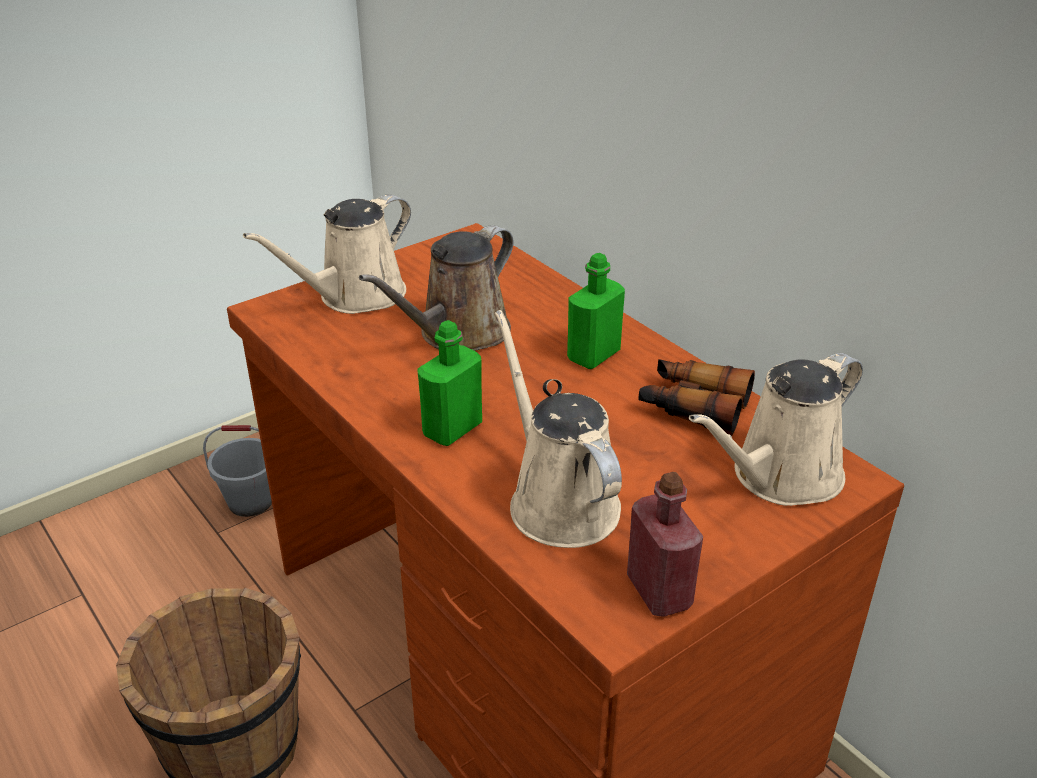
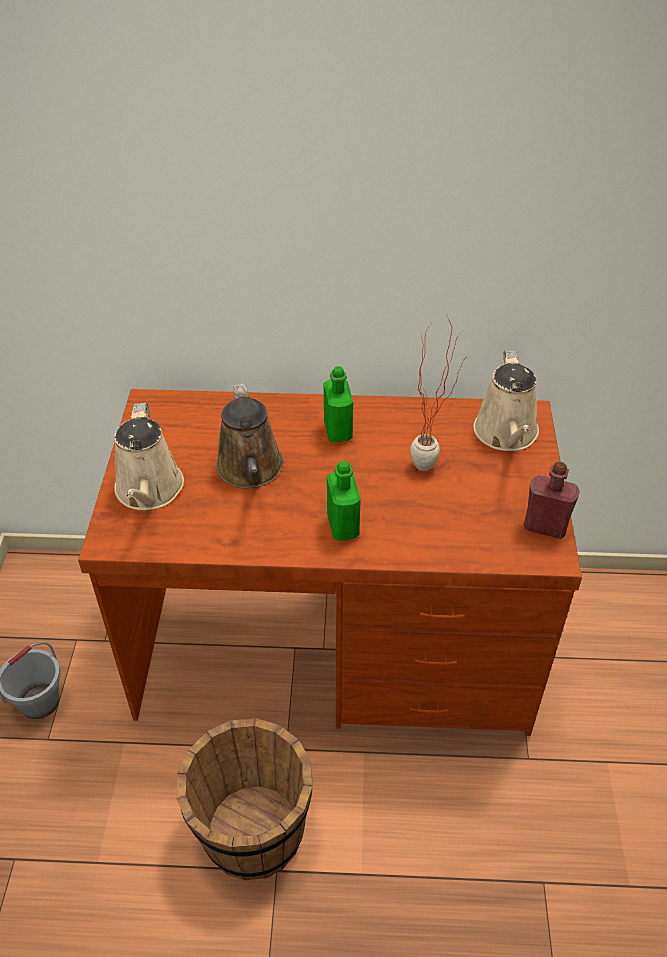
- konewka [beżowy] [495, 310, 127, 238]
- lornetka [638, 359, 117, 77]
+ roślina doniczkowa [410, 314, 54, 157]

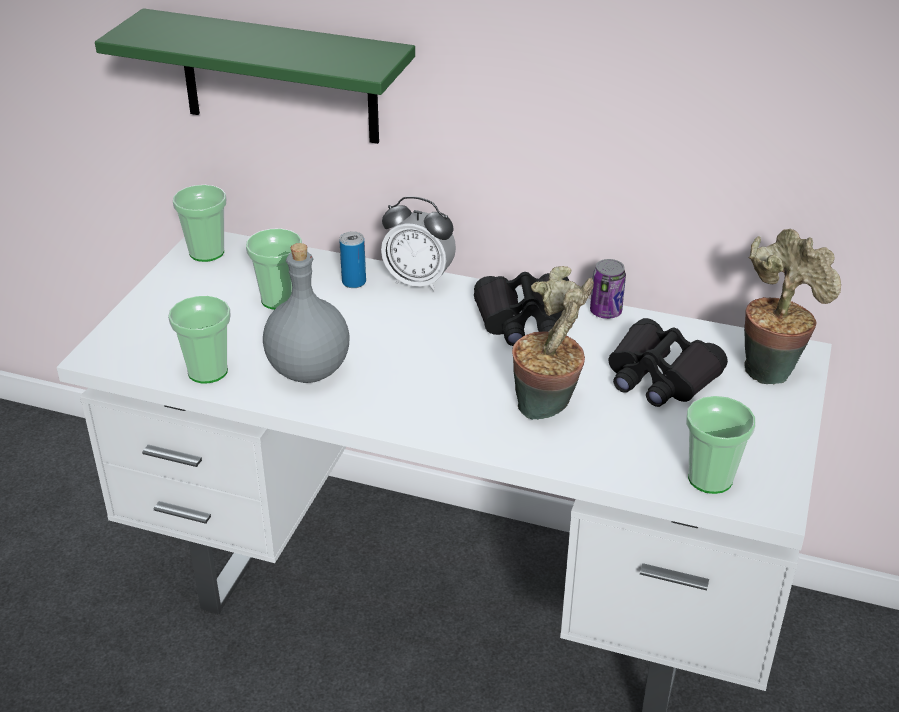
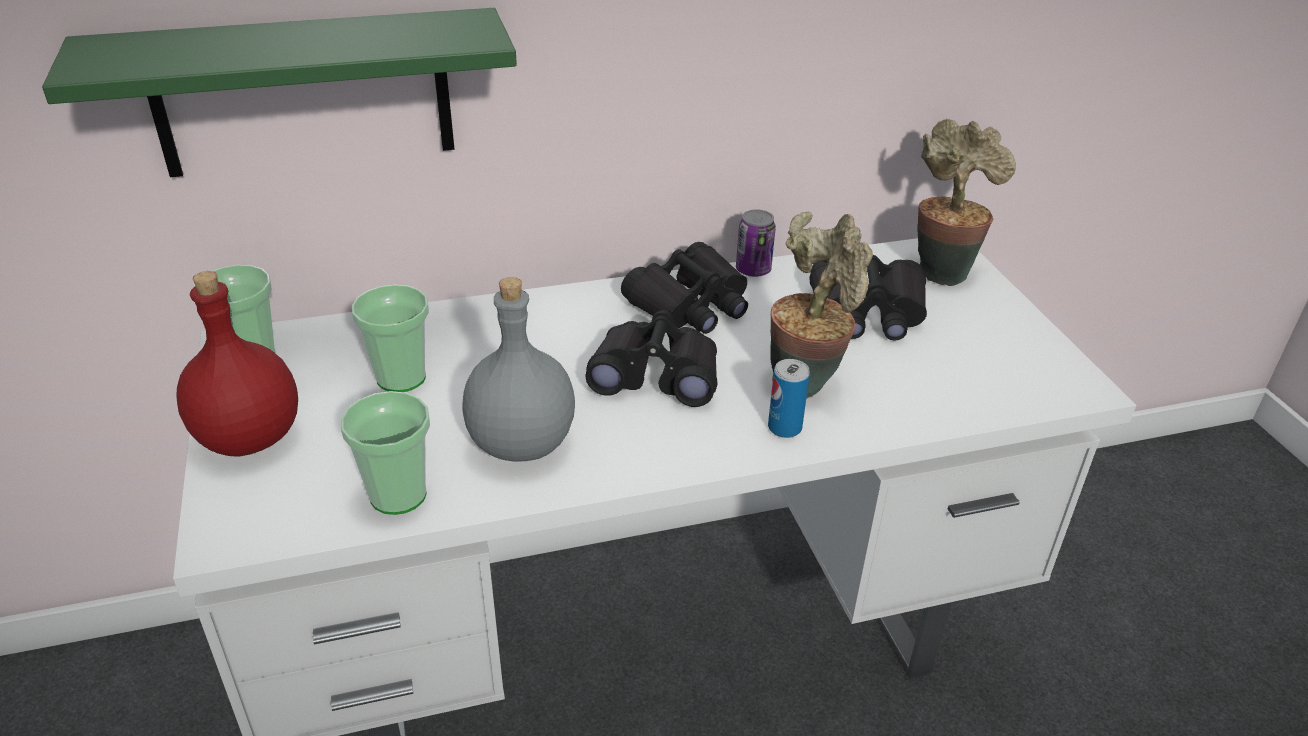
- budzik [381, 196, 75, 96]
- filiżanka [686, 396, 69, 98]
+ butelka [czerwony] [176, 271, 122, 185]
+ lornetka [czarny] [585, 310, 133, 97]
~ puszka [339, 231, 27, 57] to [768, 359, 42, 79]

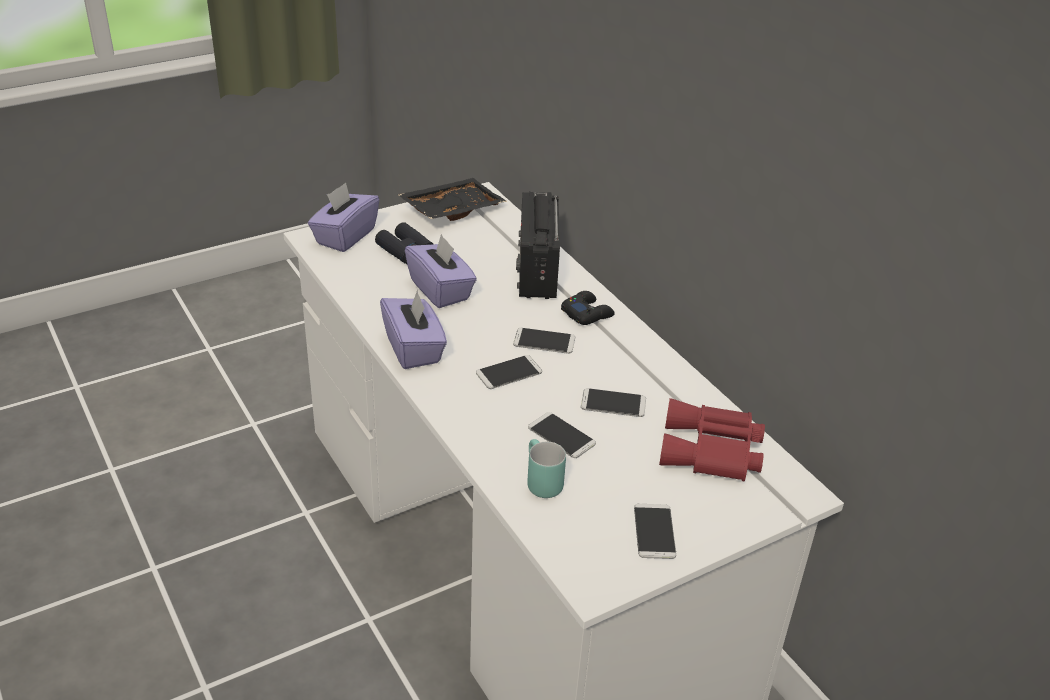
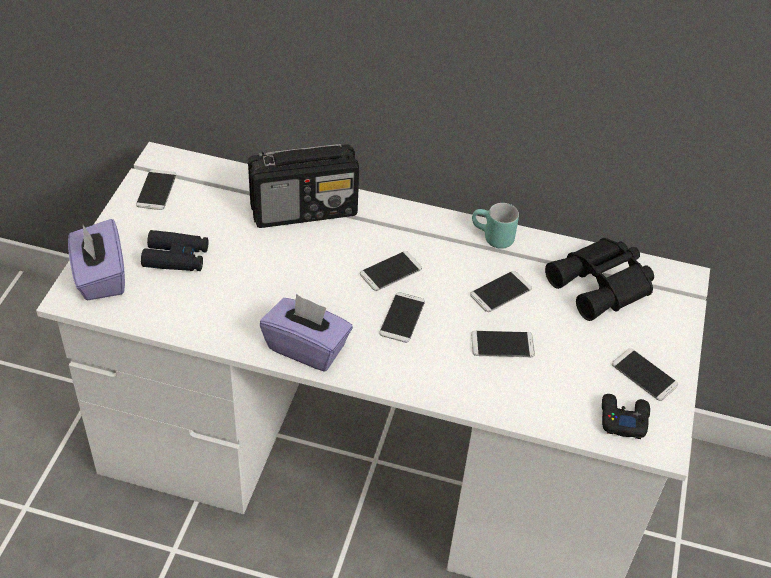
- pudełko chusteczek [fioletowy] [405, 234, 72, 74]
~ kubek [turkusowy] [527, 439, 39, 59] to [472, 203, 47, 46]
~ pad do gier [czarny] [561, 291, 54, 34] to [602, 394, 48, 45]
~ taca [czarny] [397, 178, 110, 43] to telefon [136, 169, 40, 41]
~ lornetka [czerwony] [659, 398, 106, 84] to lornetka [czarny] [545, 238, 109, 83]
~ radio [516, 191, 44, 108] = [248, 144, 111, 84] 60 degrees counterclockwise

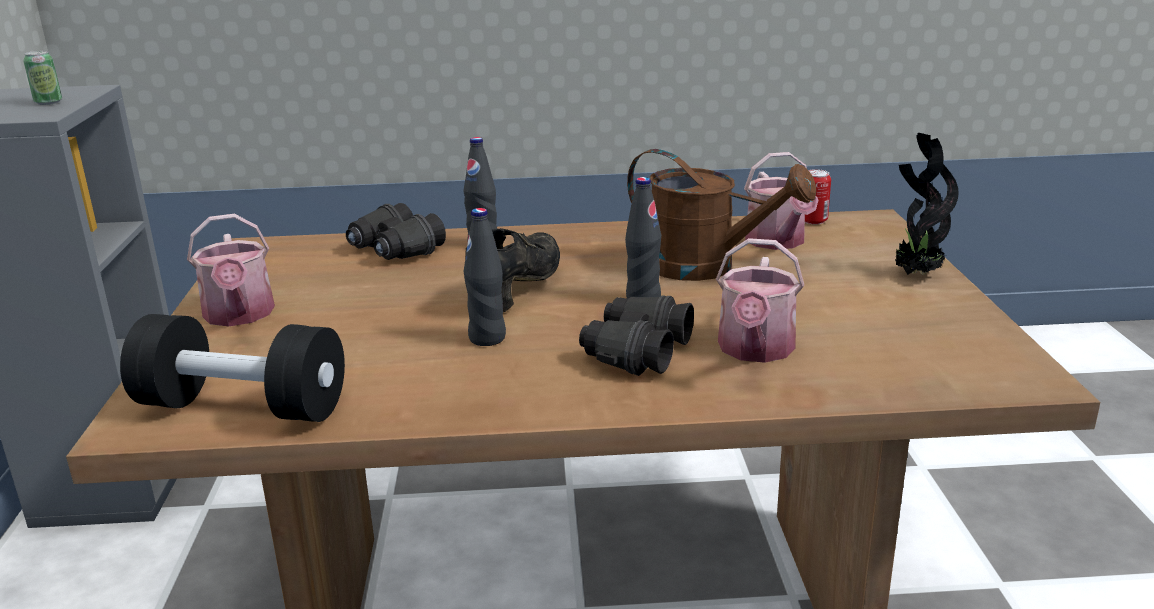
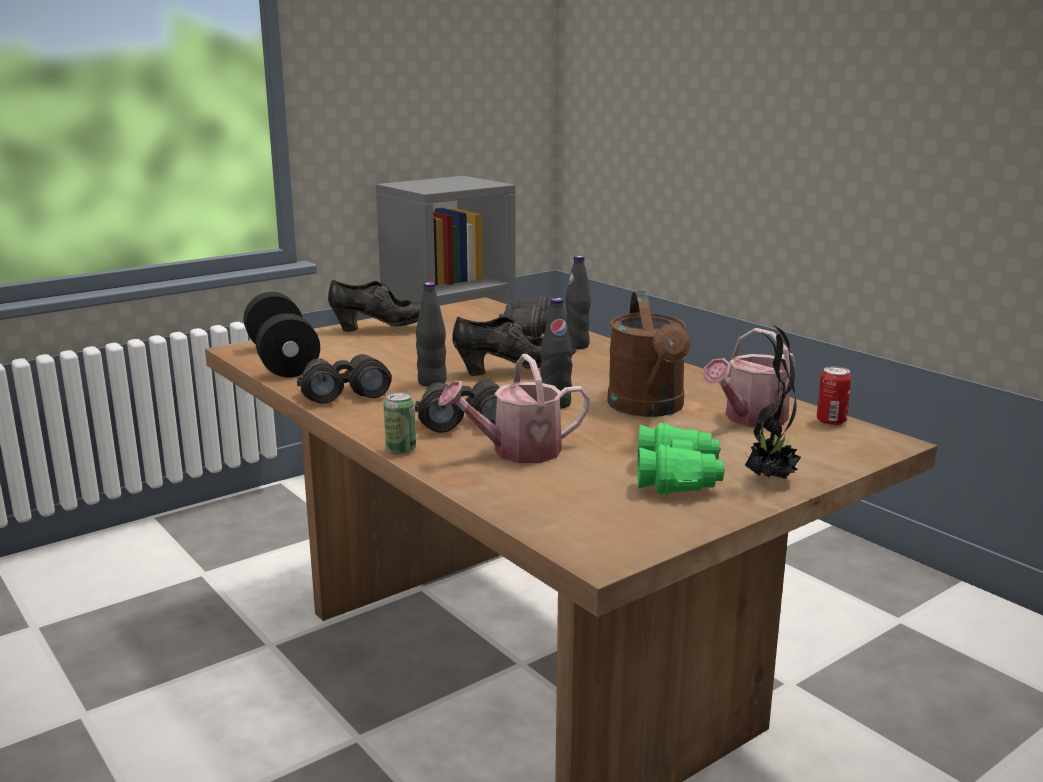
+ lornetka [czarny] [297, 354, 95, 50]
+ lornetka [zielony] [637, 423, 88, 72]
~ puszka [23, 51, 39, 54] to [383, 392, 33, 63]
~ konewka [187, 214, 88, 112] to but [czarny] [328, 280, 93, 52]

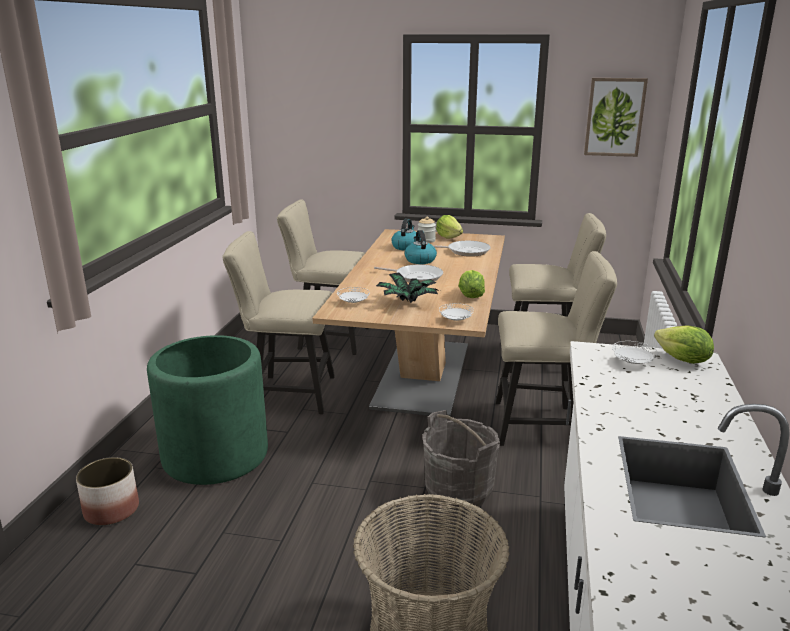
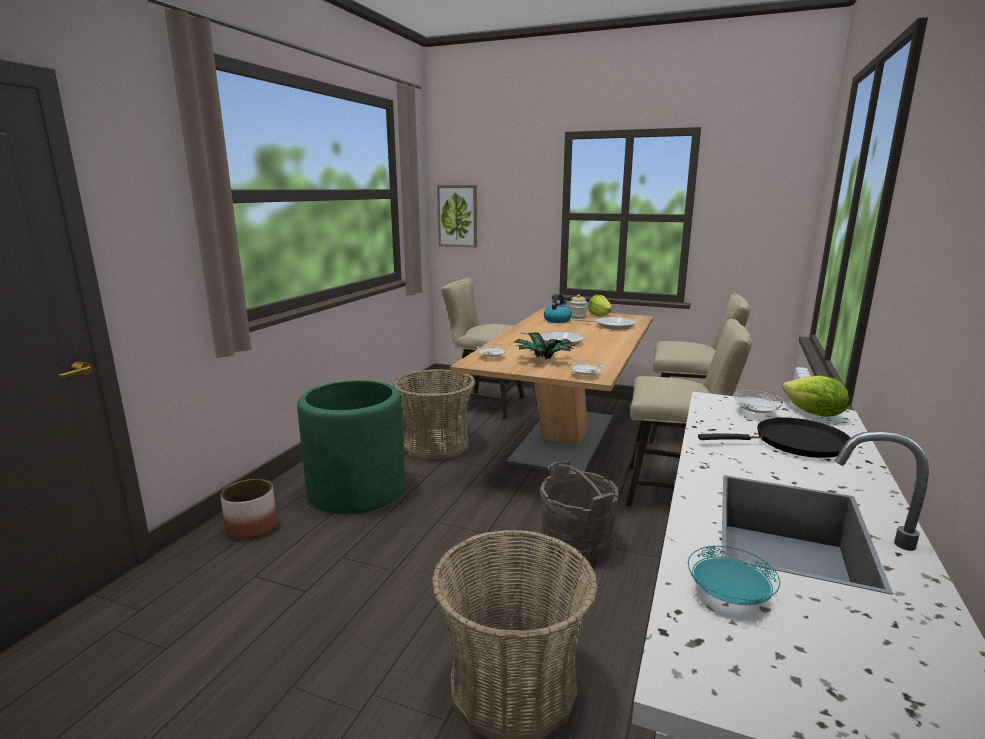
- czajnik [404, 230, 33, 34]
- sałata [459, 270, 26, 28]
+ talerz [turkusowy] [688, 546, 92, 59]
+ patelnia [czarny] [698, 418, 152, 40]
~ obraz [584, 78, 64, 79] to [437, 185, 40, 63]
~ krzesło [beżowy] [222, 231, 113, 183] to koszyk [393, 369, 83, 90]

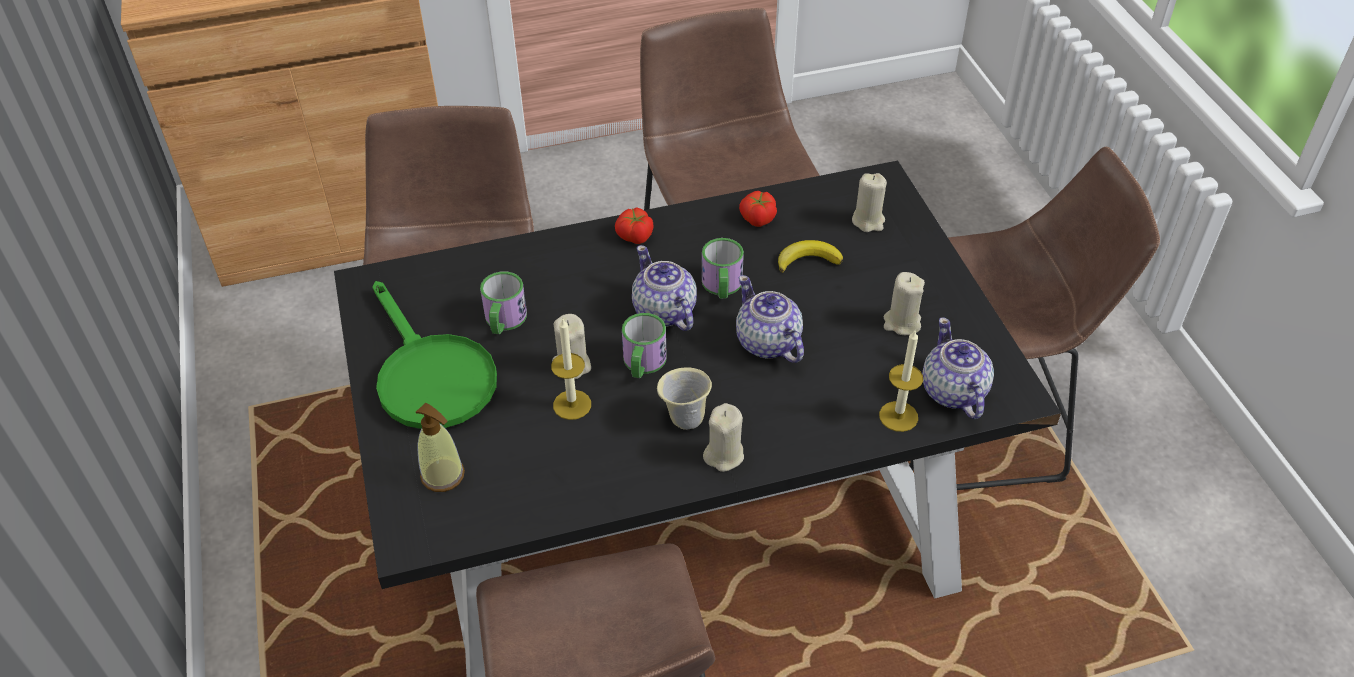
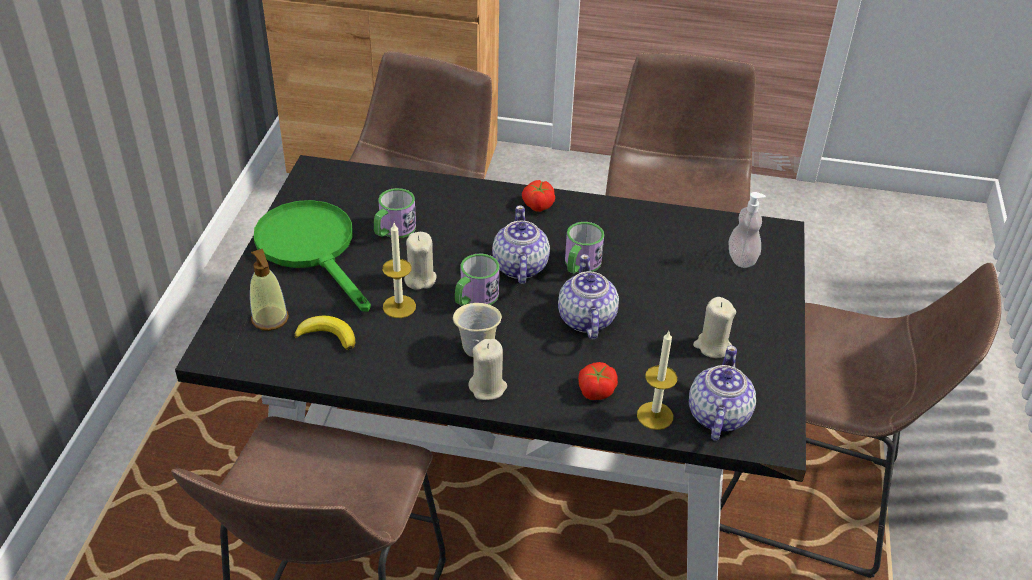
~ pomidor [739, 191, 38, 36] to [578, 362, 40, 38]
~ banan [778, 240, 65, 33] to [294, 316, 61, 34]
~ świeca [beżowy] [852, 173, 35, 59] to dozownik mydła [728, 192, 38, 76]
~ patelnia [zielony] [372, 281, 125, 148] = [254, 200, 117, 112] 150 degrees clockwise

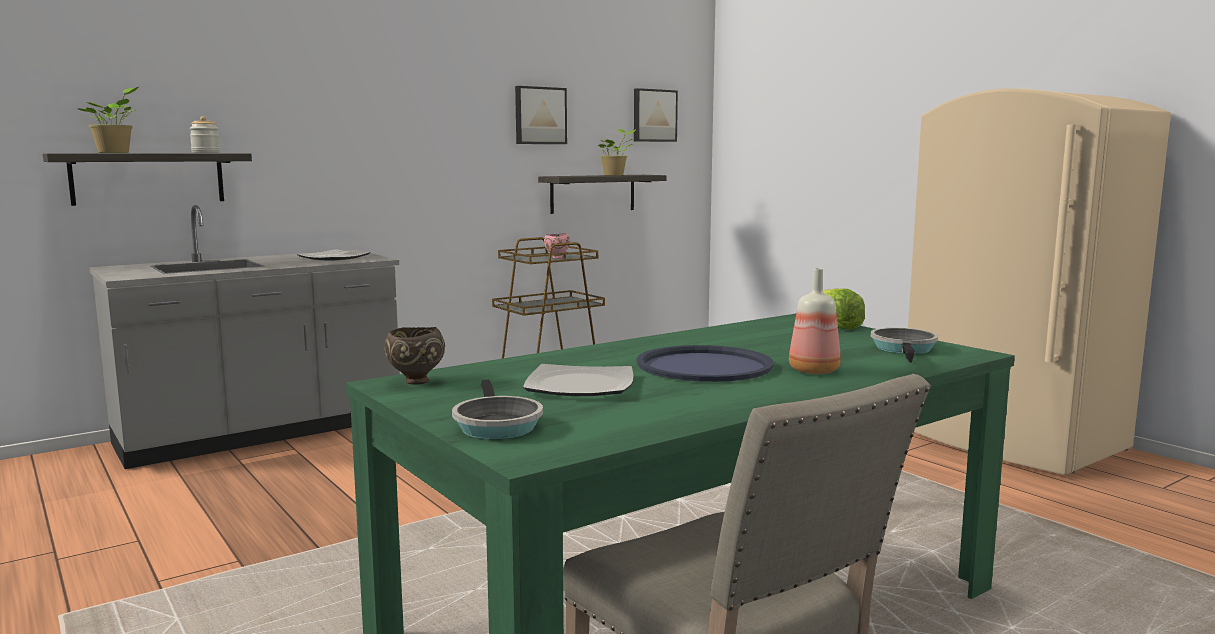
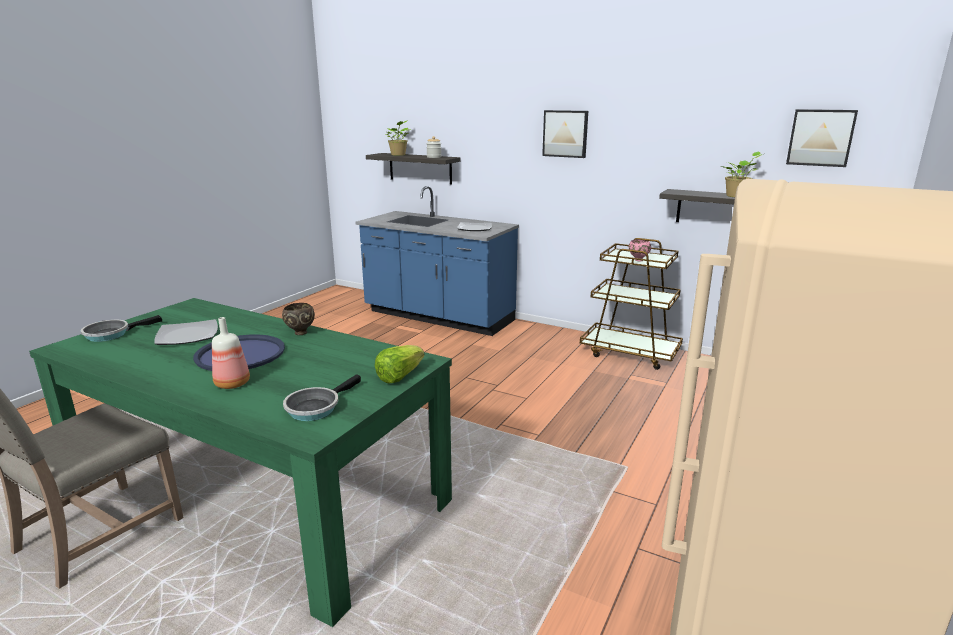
~ miska [brązowy] [384, 327, 61, 57] to [282, 303, 33, 32]
~ obraz [515, 86, 52, 58] to [542, 110, 46, 48]
~ zabudowa kuchenna [szary] [89, 205, 311, 264] to zabudowa kuchenna [niebieski] [355, 186, 164, 150]
~ patelnia [871, 328, 67, 35] = [283, 374, 78, 47] 135 degrees clockwise

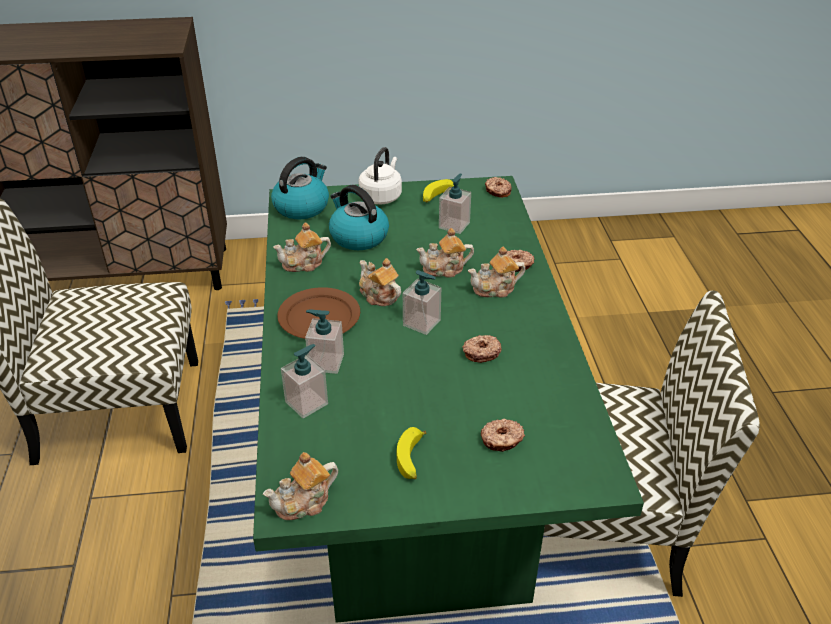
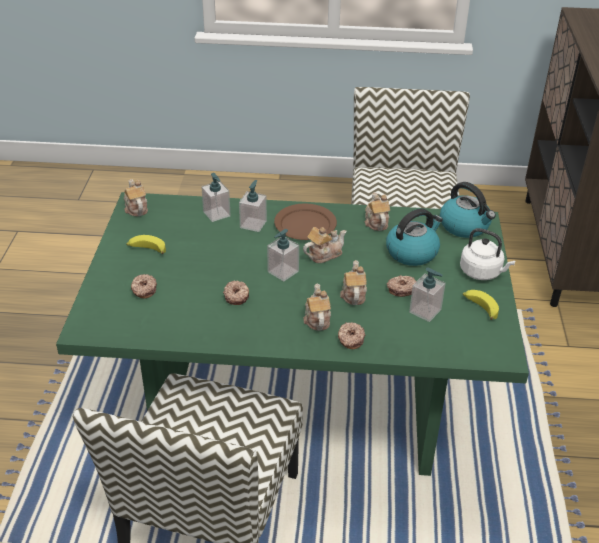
~ donut [485, 177, 27, 21] to [387, 275, 29, 22]

